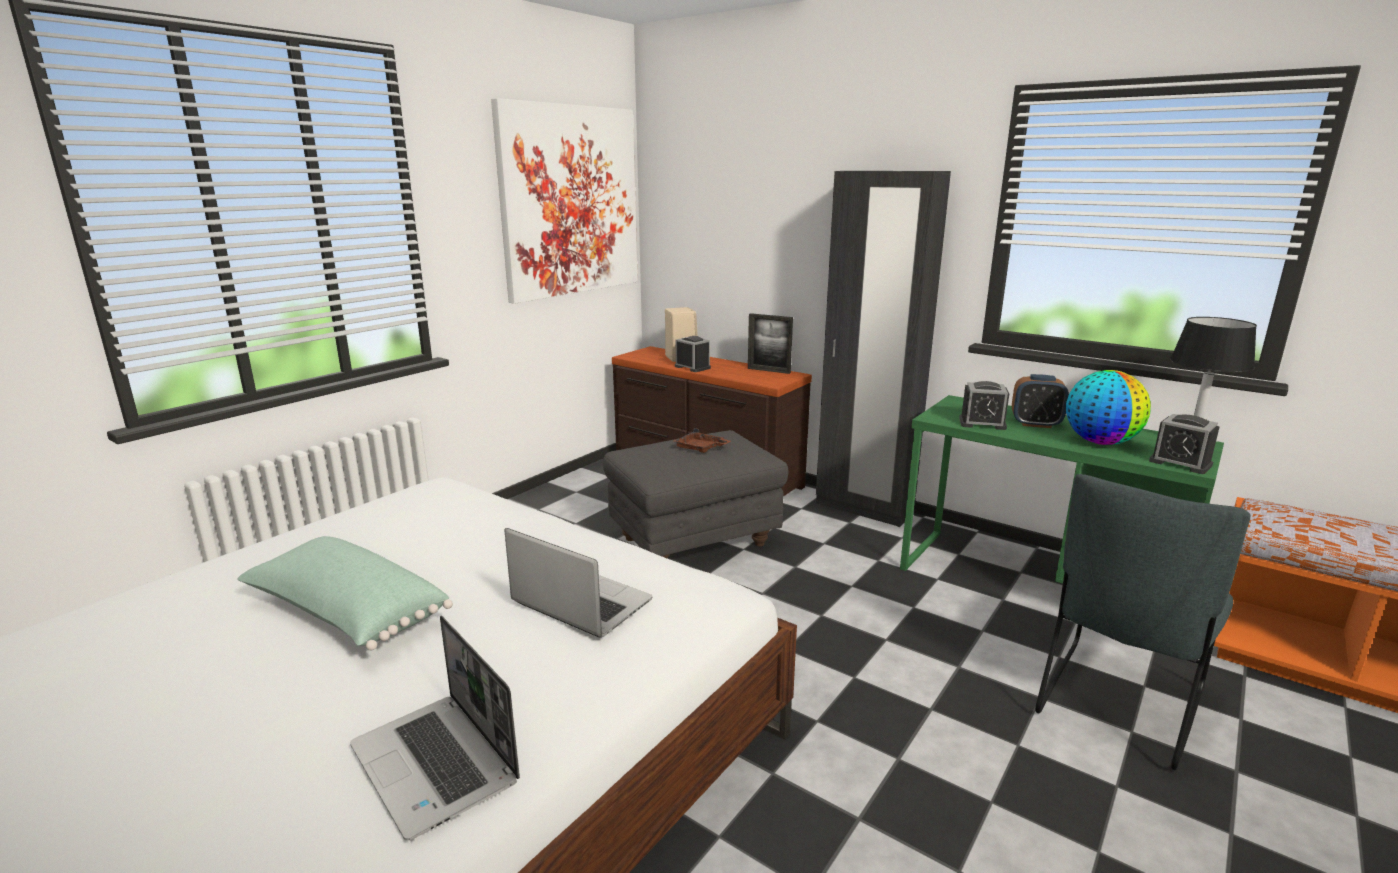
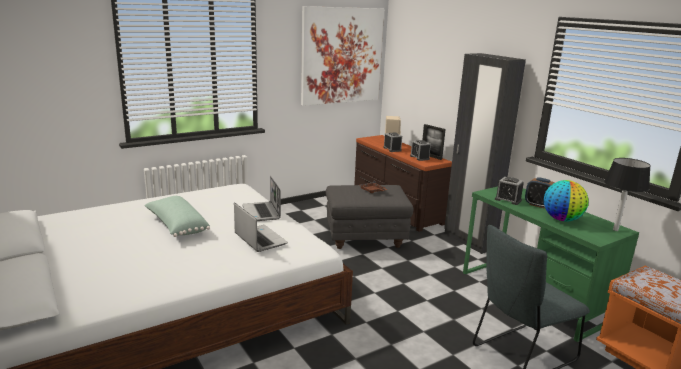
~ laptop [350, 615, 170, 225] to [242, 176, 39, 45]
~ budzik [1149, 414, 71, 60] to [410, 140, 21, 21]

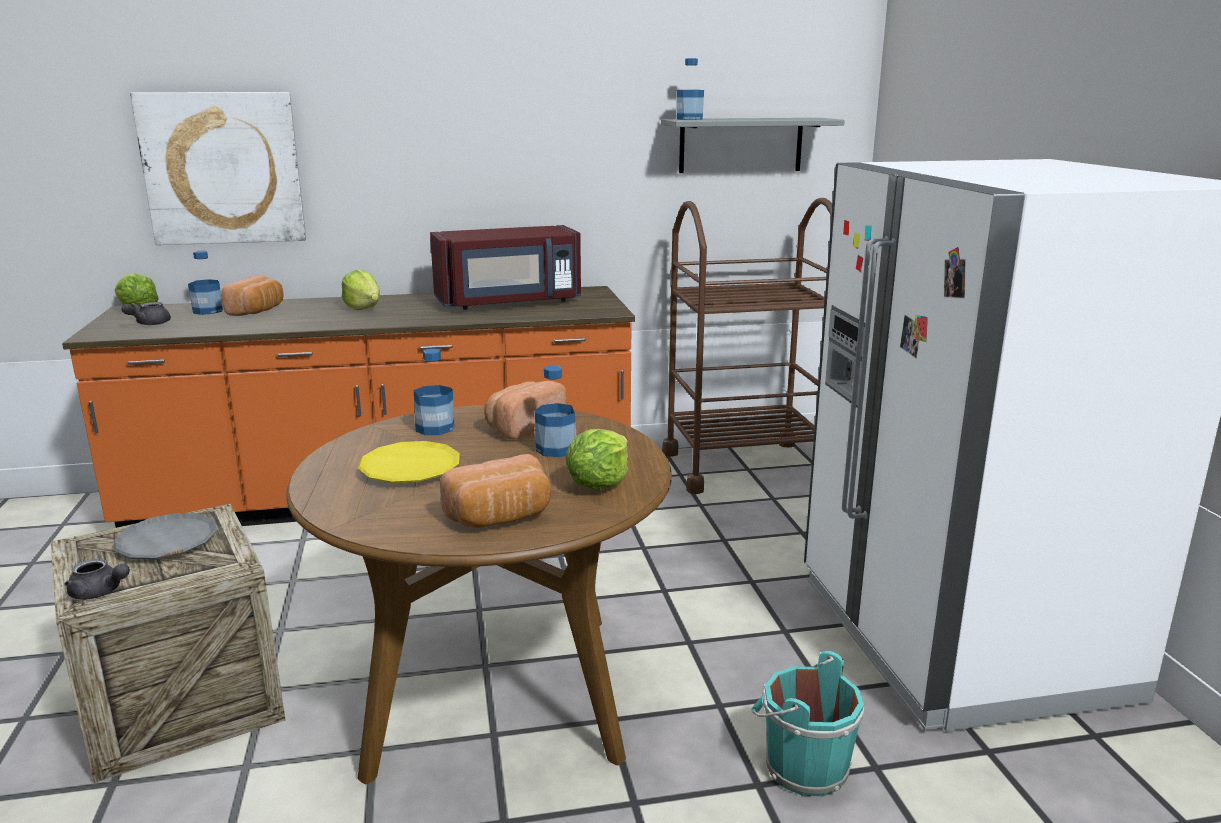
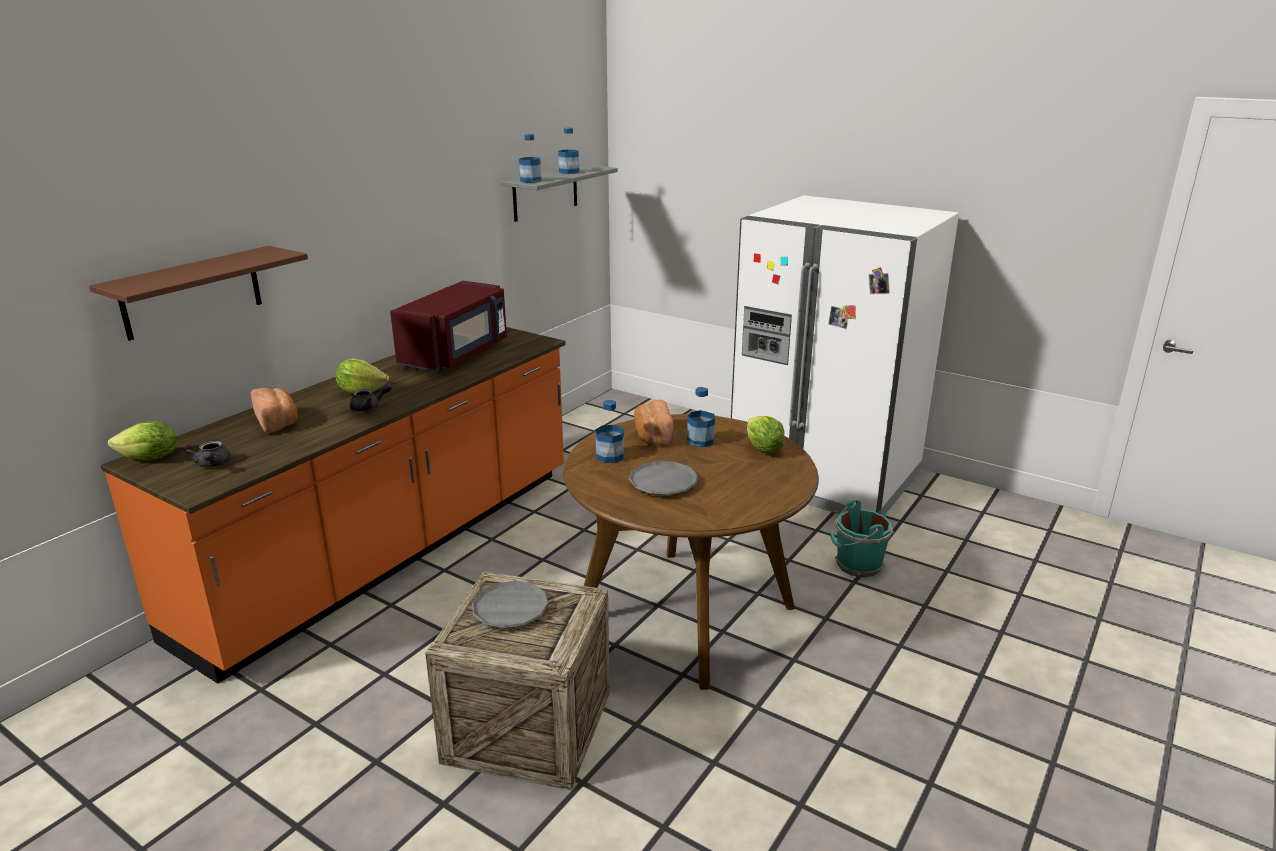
- chleb [440, 454, 111, 74]
- wózek [brązowy] [662, 198, 171, 296]
~ imbryk [szary] [64, 558, 66, 42] to [350, 383, 42, 29]
~ butelka [188, 251, 35, 64] to [558, 128, 21, 46]
~ obraz [130, 92, 176, 153] to półka [brązowy] [89, 246, 219, 95]
~ talerz [żółty] [358, 441, 102, 42] to talerz [szary] [628, 461, 70, 35]

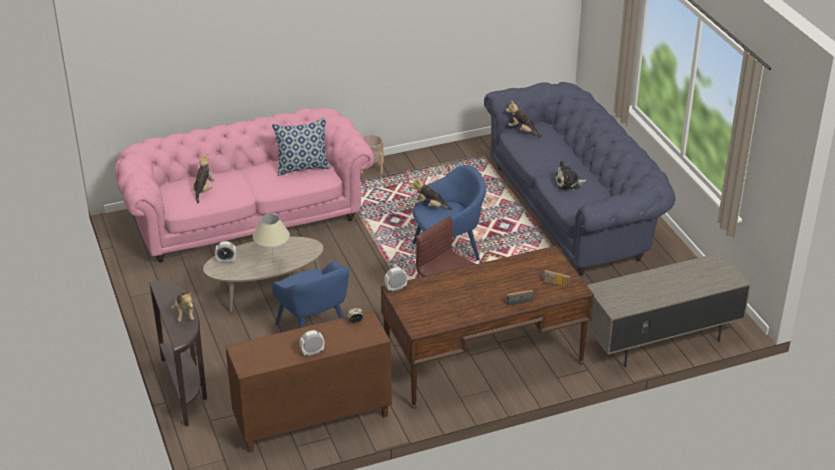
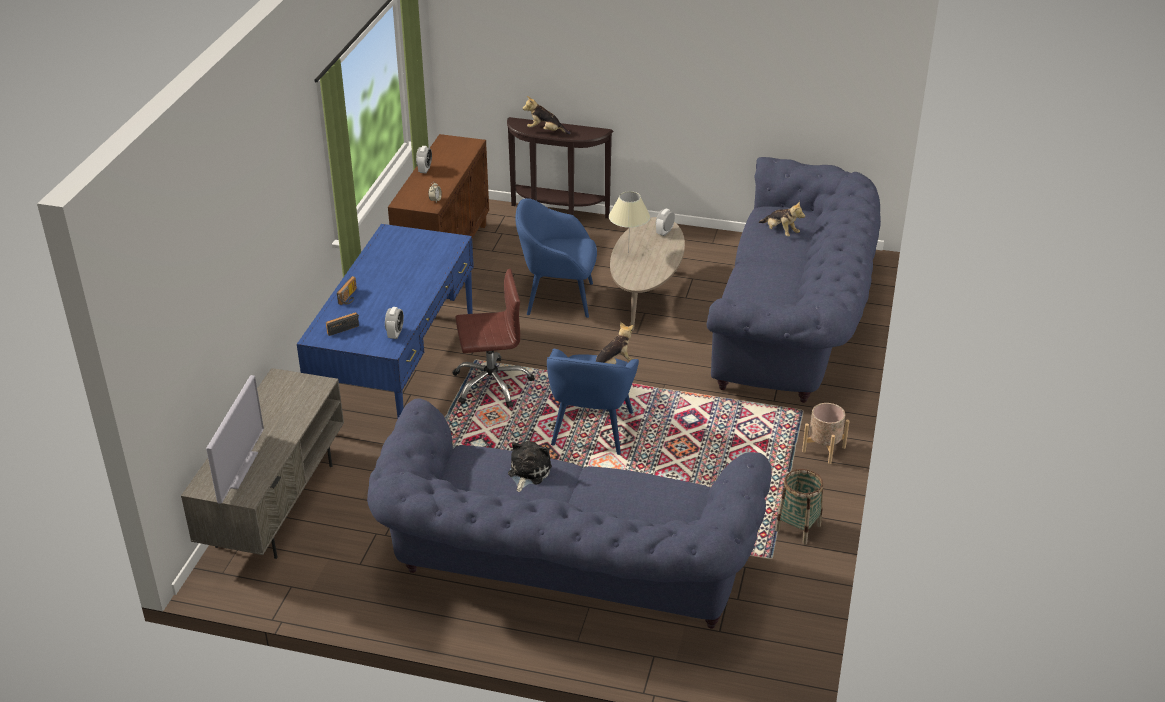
- poduszka [272, 117, 59, 59]
- pluszak [506, 101, 36, 36]
+ telewizor [206, 375, 58, 129]
+ koszyk [775, 469, 48, 76]
~ budzik [384, 267, 23, 25] to [385, 307, 19, 32]
~ kanapa [różowy] [115, 108, 259, 154] to kanapa [niebieski] [706, 157, 175, 246]
~ biurko [brązowy] [381, 246, 213, 163] to biurko [niebieski] [297, 224, 177, 194]

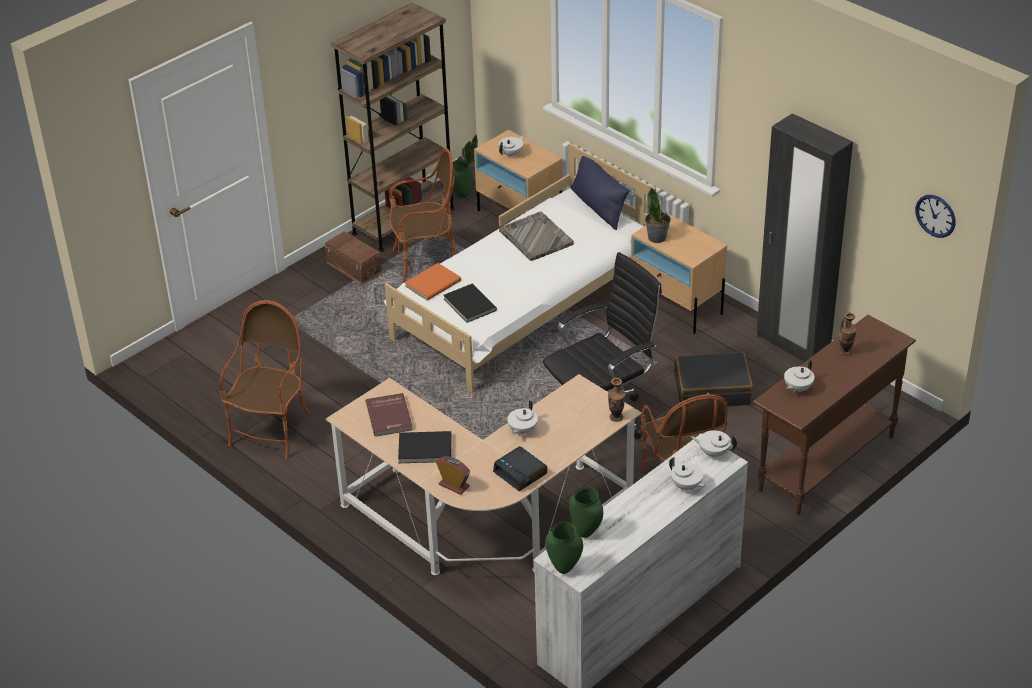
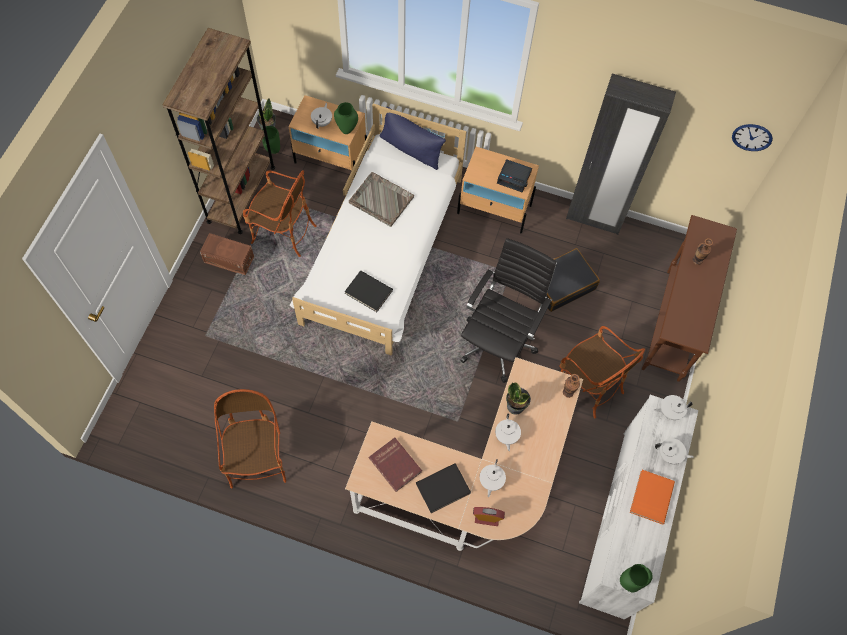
~ książka [pomarańczowy] [405, 263, 56, 38] to [630, 470, 45, 55]
~ budzik [493, 446, 54, 45] to [497, 159, 35, 34]
~ wazon [zielony] [569, 487, 34, 51] to [334, 102, 24, 32]
~ roślina doniczkowa [645, 187, 26, 56] to [506, 382, 25, 33]
~ imbryk [biały] [784, 360, 31, 32] to [480, 459, 26, 38]
~ fotel [389, 148, 67, 135] = [243, 170, 74, 87] 60 degrees clockwise

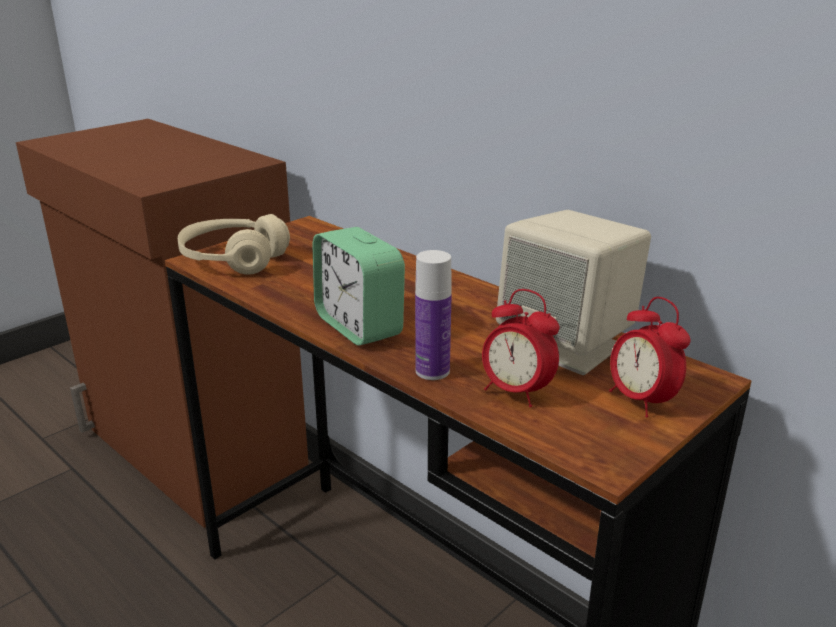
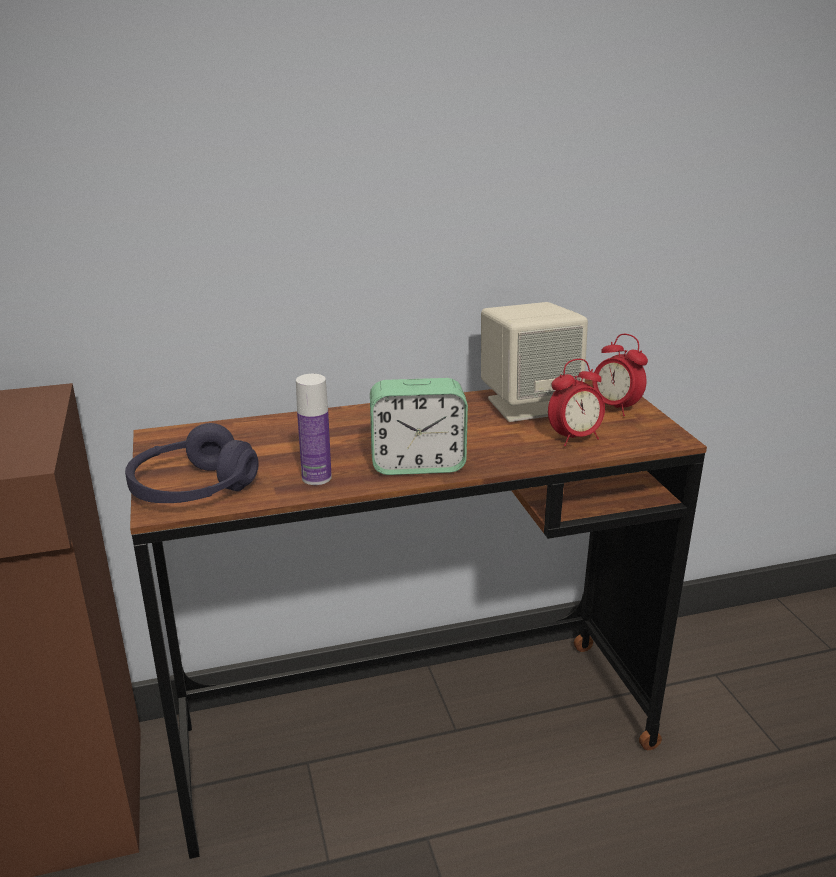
~ butelka [415, 250, 37, 130] to [296, 374, 36, 111]
~ słuchawki [beżowy] [178, 214, 112, 61] to słuchawki [fioletowy] [125, 423, 134, 80]
~ budzik [609, 297, 82, 120] = [593, 334, 55, 82] 45 degrees clockwise

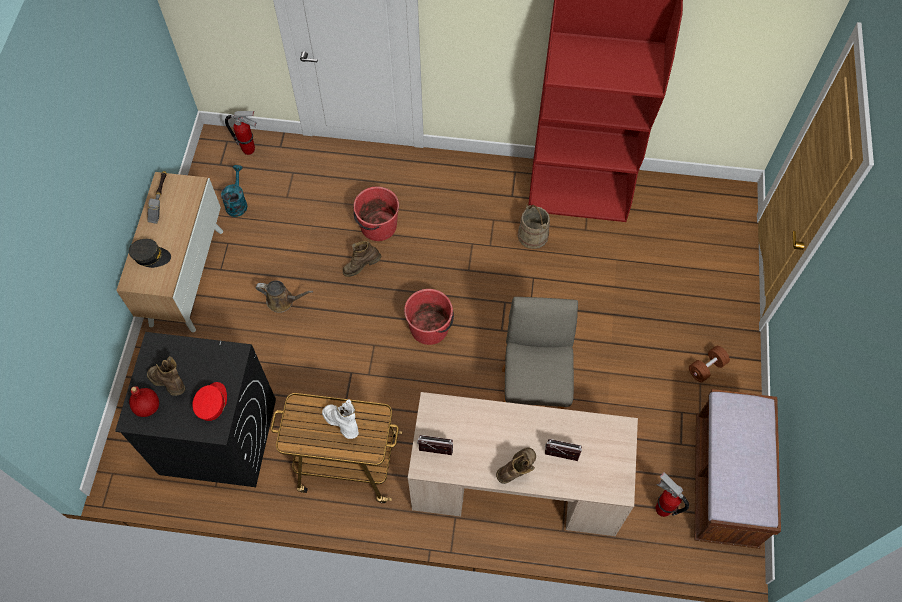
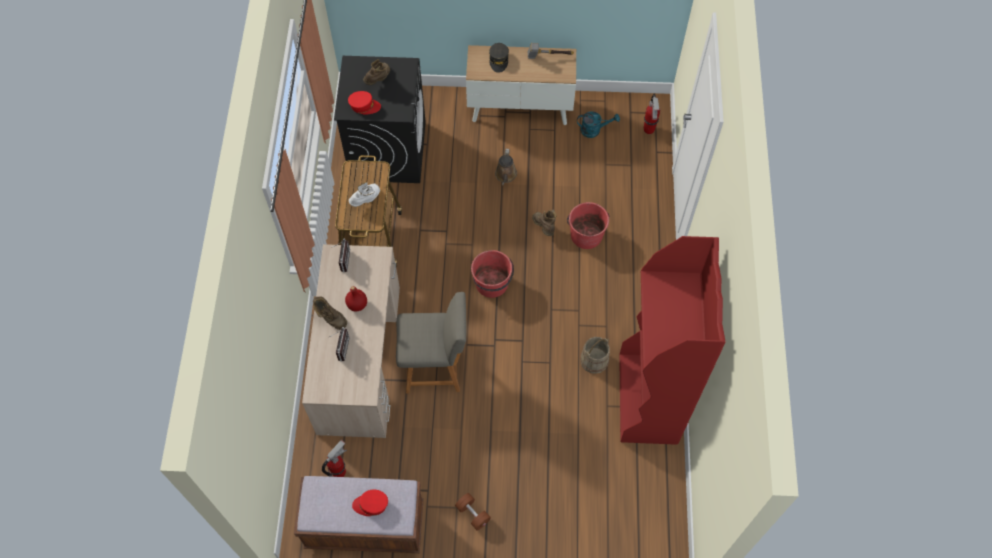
+ czapka z daszkiem [czerwony] [352, 490, 36, 26]
~ butelka [czerwony] [129, 386, 30, 31] to [345, 286, 22, 26]

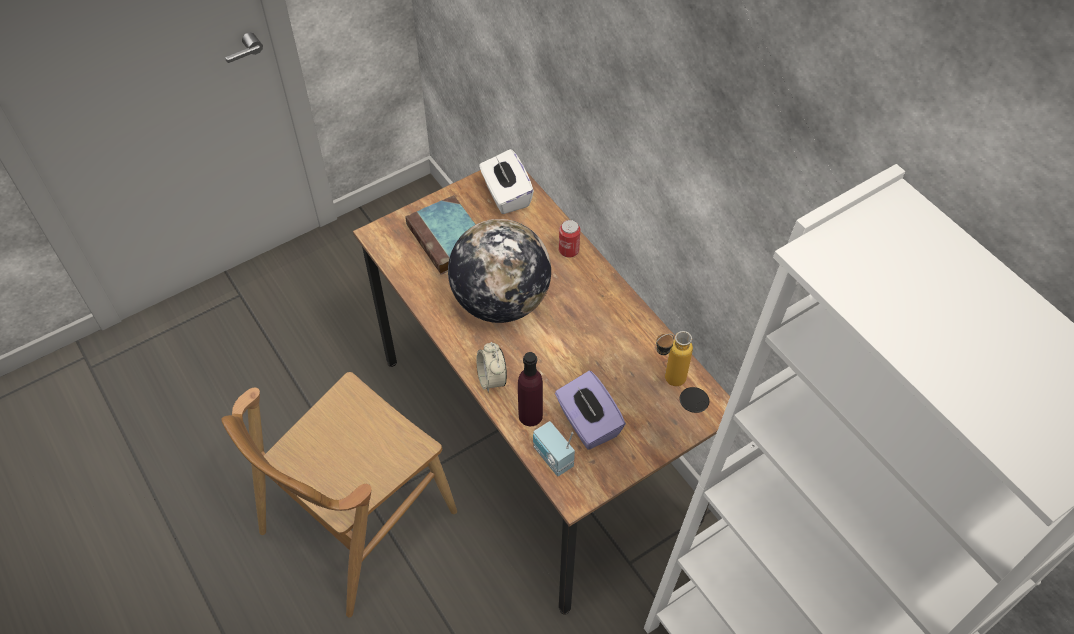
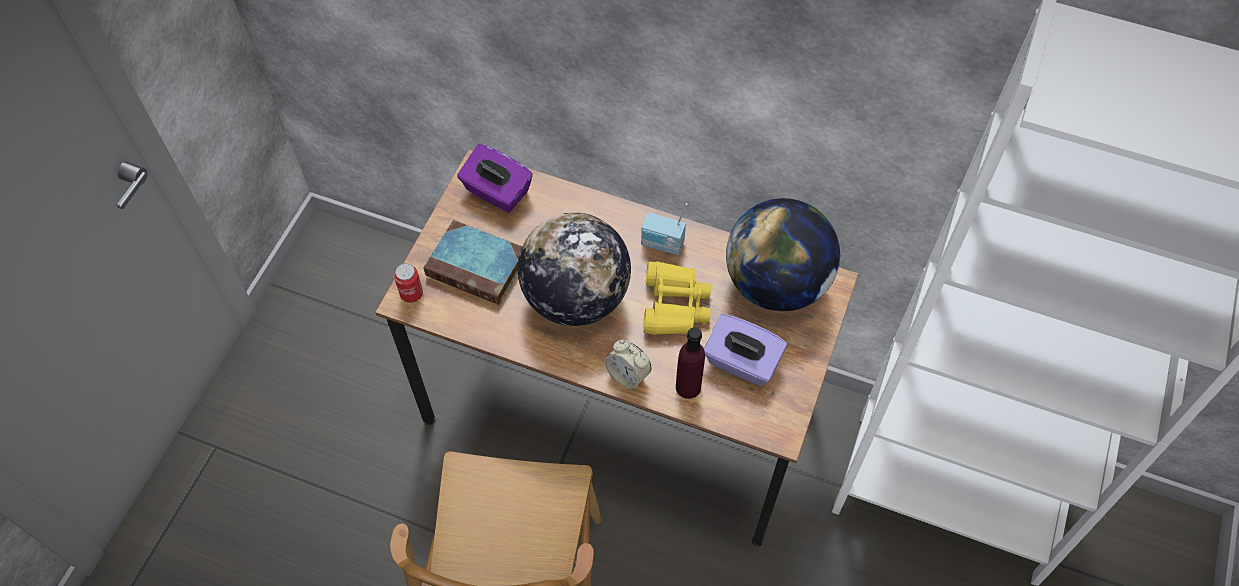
+ lornetka [żółty] [643, 261, 68, 74]
~ radio [533, 421, 42, 55] to [641, 203, 46, 52]
~ puszka [559, 220, 21, 37] to [394, 263, 29, 40]
~ butelka [656, 331, 37, 55] to globus [726, 198, 114, 114]
~ pudełko chusteczek [biały] [479, 149, 55, 65] to pudełko chusteczek [fioletowy] [457, 144, 76, 69]

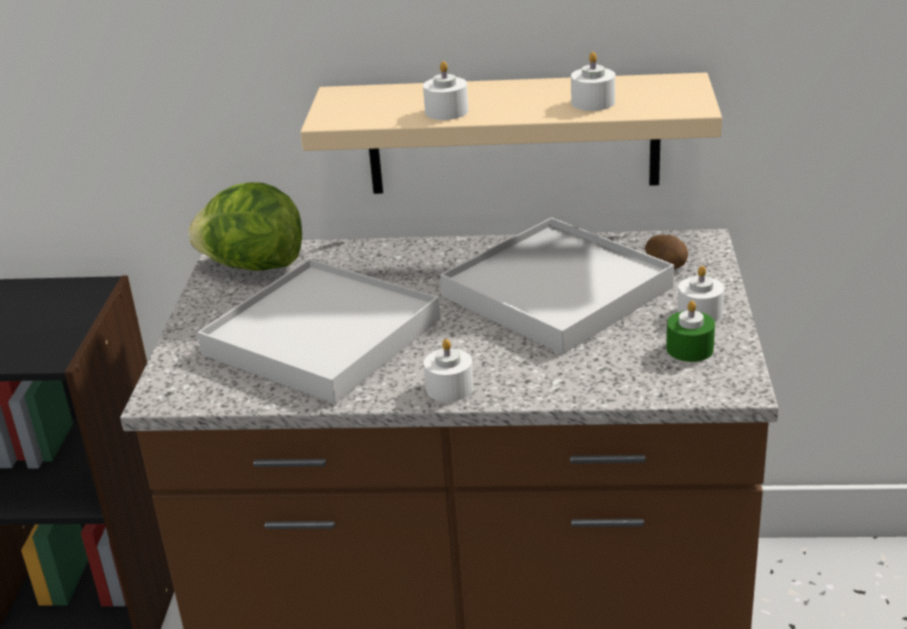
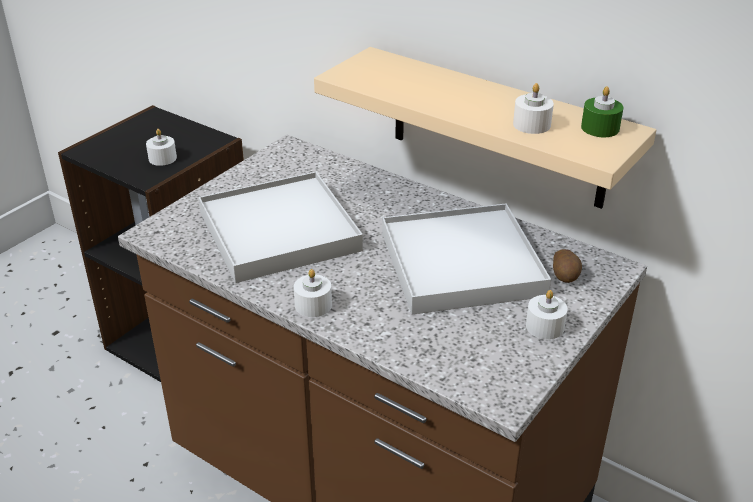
- sałata [188, 182, 114, 89]
~ świeca [biały] [423, 61, 46, 59] to [146, 129, 31, 37]
~ świeca [zielony] [666, 301, 49, 61] to [581, 86, 42, 51]

